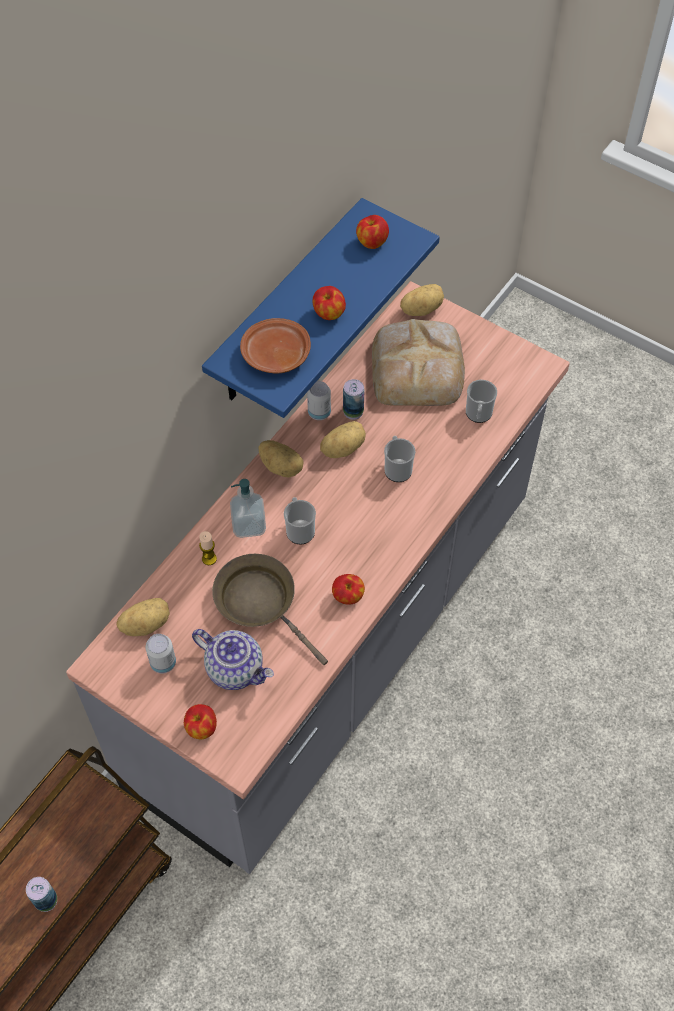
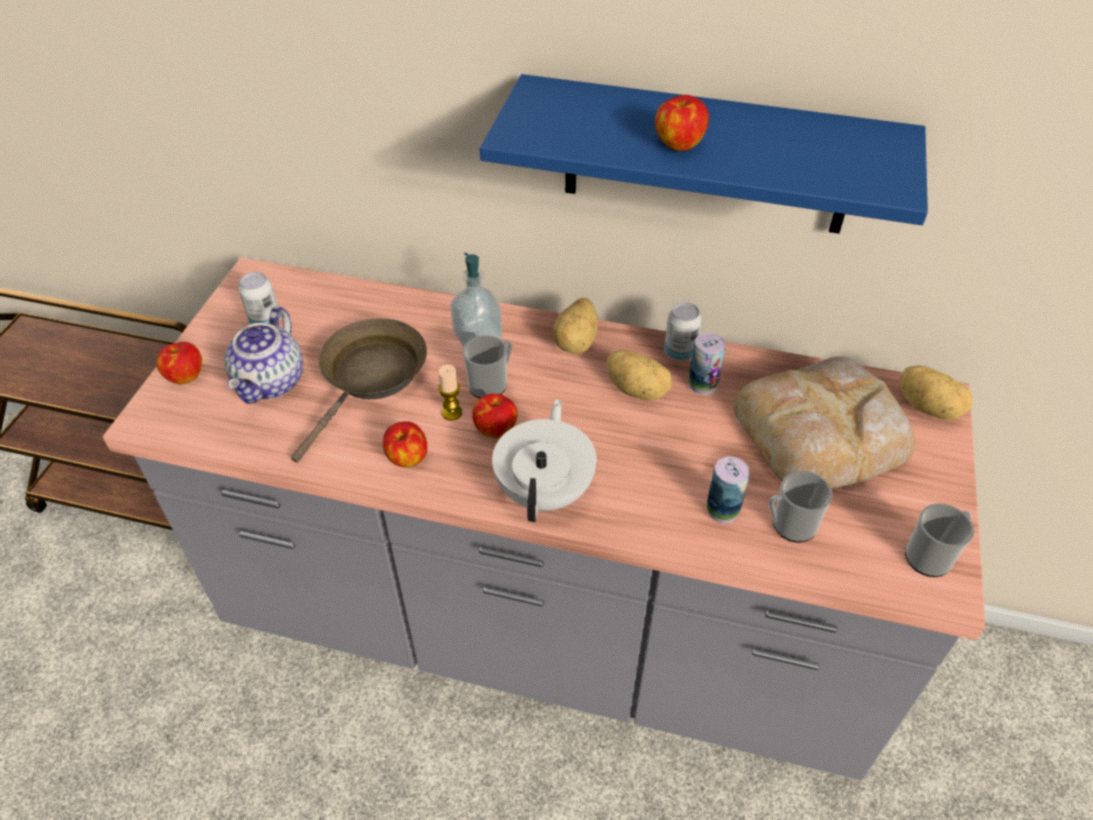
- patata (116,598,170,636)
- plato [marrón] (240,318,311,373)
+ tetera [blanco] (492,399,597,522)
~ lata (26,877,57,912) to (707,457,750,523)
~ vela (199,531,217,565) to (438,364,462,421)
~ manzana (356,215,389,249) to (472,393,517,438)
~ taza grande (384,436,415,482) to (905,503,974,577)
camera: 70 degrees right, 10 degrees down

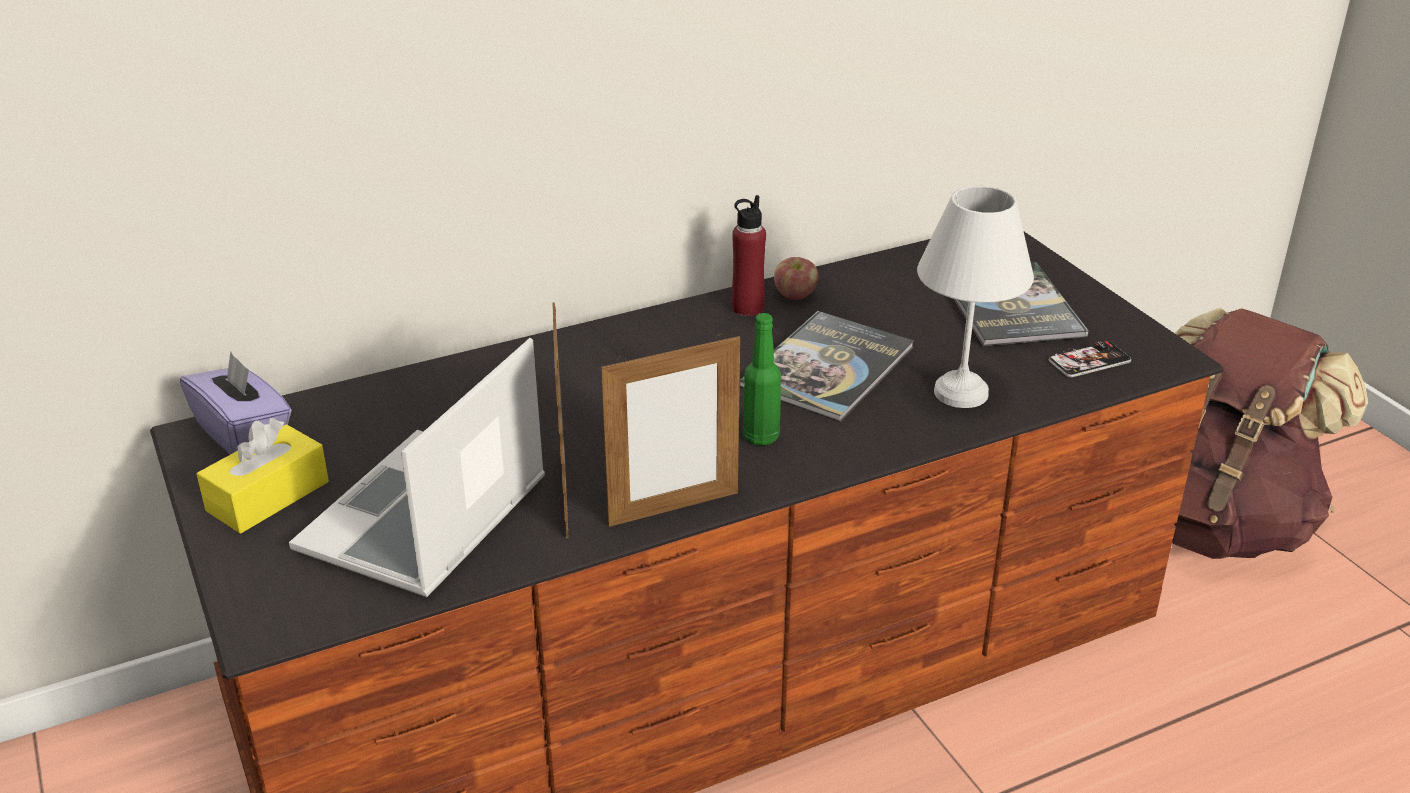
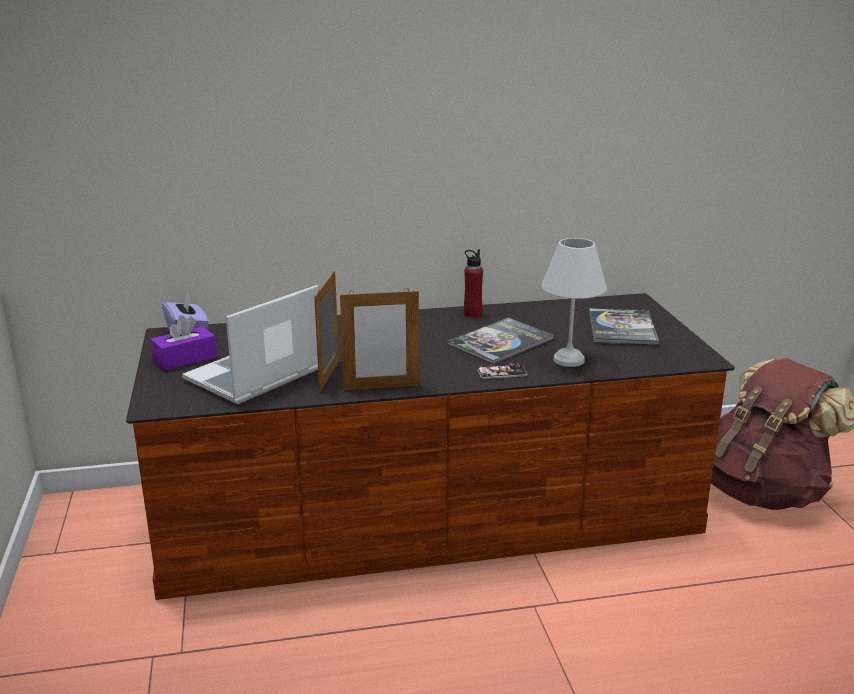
- botella [verde] (743,313,781,446)
- manzana (774,257,818,300)
~ móvil (1049,341,1131,378) to (477,363,527,379)
~ caja de pañuelos [amarillo] (197,418,329,533) to caja de pañuelos [morado] (150,315,217,371)
camera: 15 degrees right, 10 degrees down

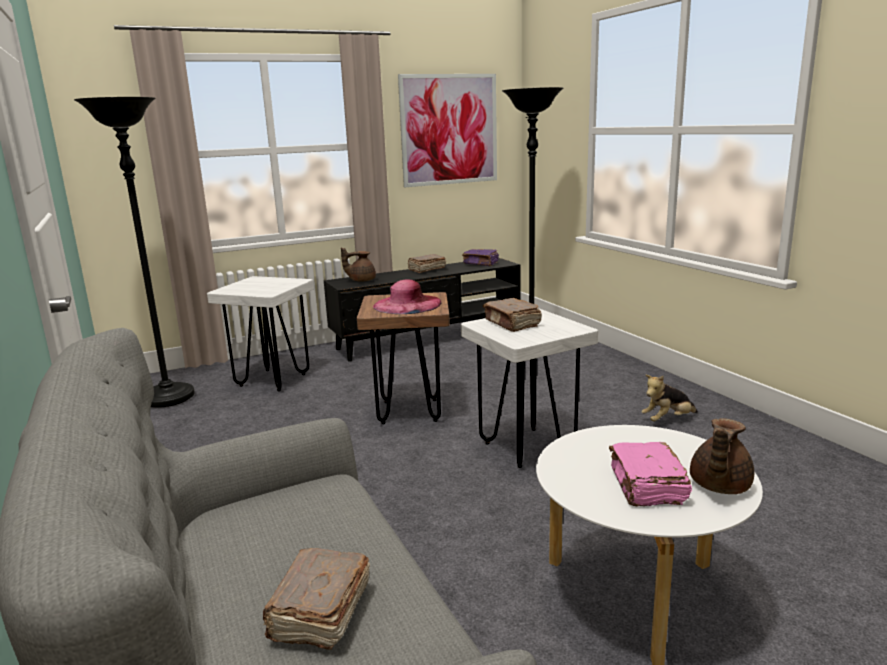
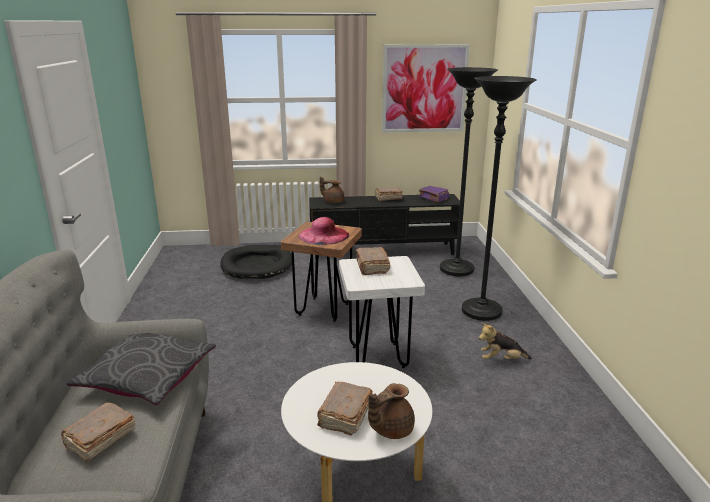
+ cojín [gris] (66,333,216,405)
~ lámpara de pie [negro] (74,97,195,408) to (462,76,537,321)
~ taburete [blanco] (207,276,314,391) to cama para perro [negro] (220,245,292,279)
~ libro [rosa] (609,442,692,507) to libro [marrón] (317,382,373,436)
camera: 20 degrees right, 5 degrees up

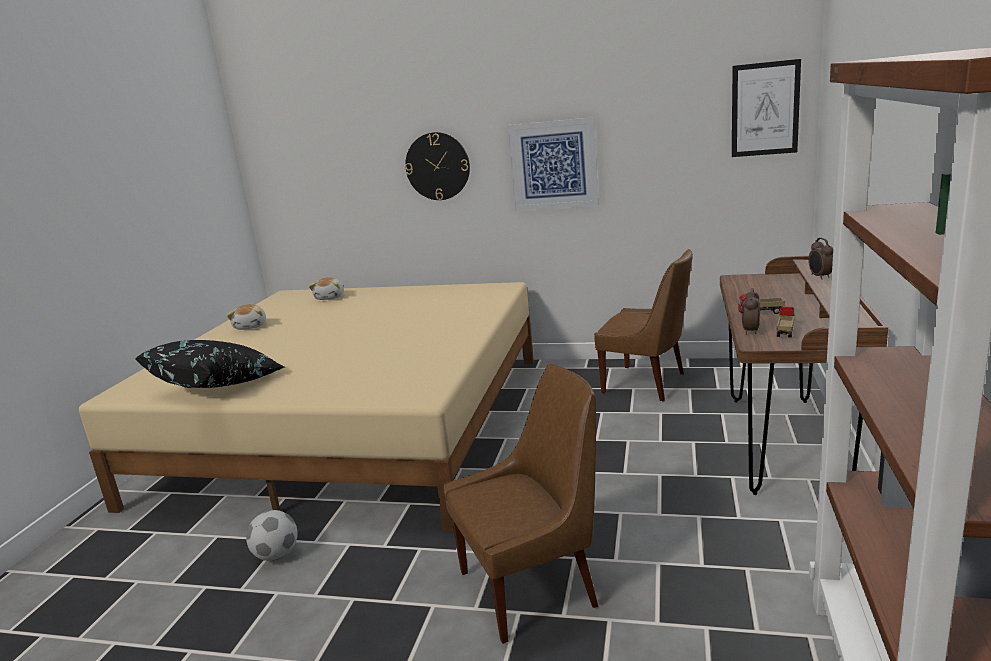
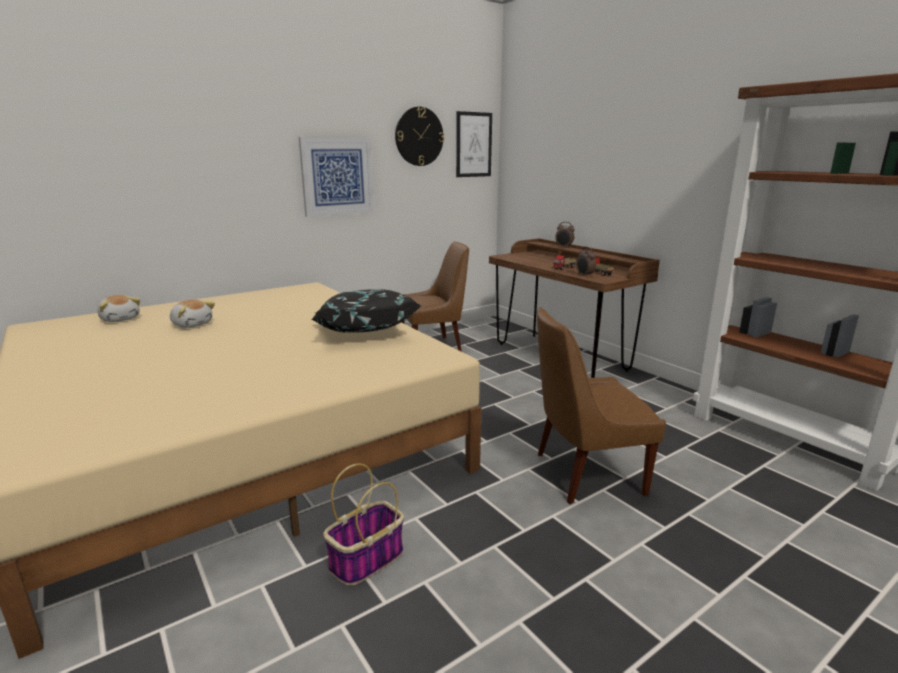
~ cojín [negro] (136,340,284,388) to (312,289,421,333)
~ peluche (227,304,266,330) to (170,299,215,328)
~ reloj de pared (405,132,470,200) to (395,107,444,166)
~ balón de fútbol (246,510,298,561) to cesta (323,463,404,586)
~ silla [marrón] (443,364,599,644) = (537,307,666,504) 120 degrees counterclockwise
camera: 50 degrees left, 0 degrees up

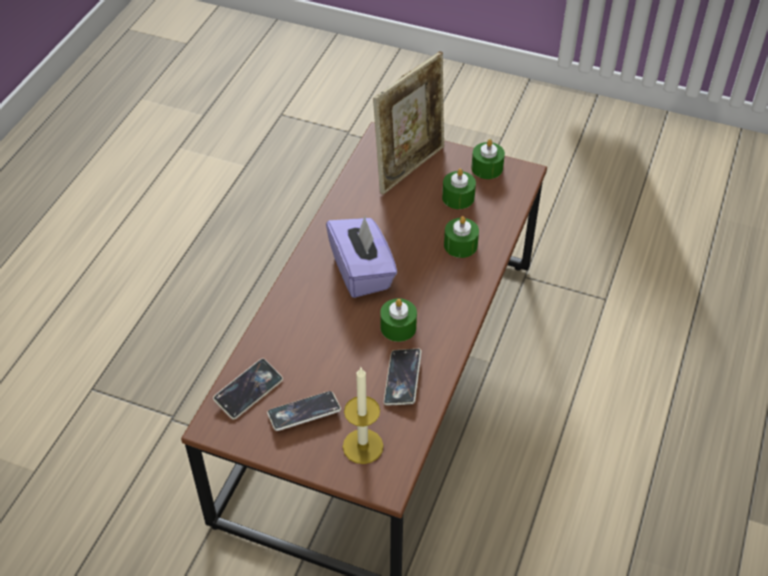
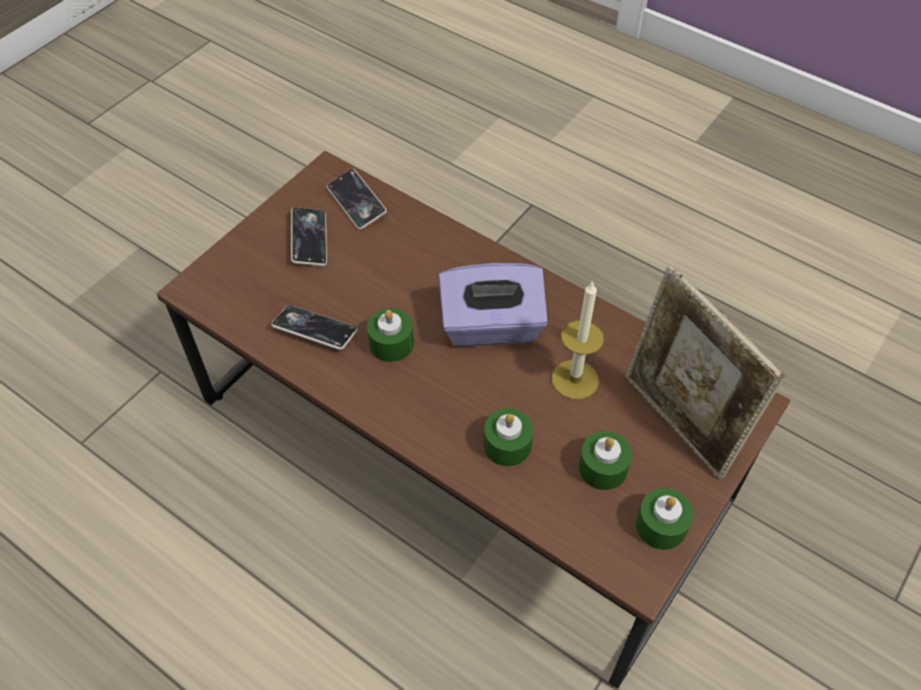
~ vela (343,368,384,464) to (552,281,604,400)
camera: 105 degrees right, 5 degrees up

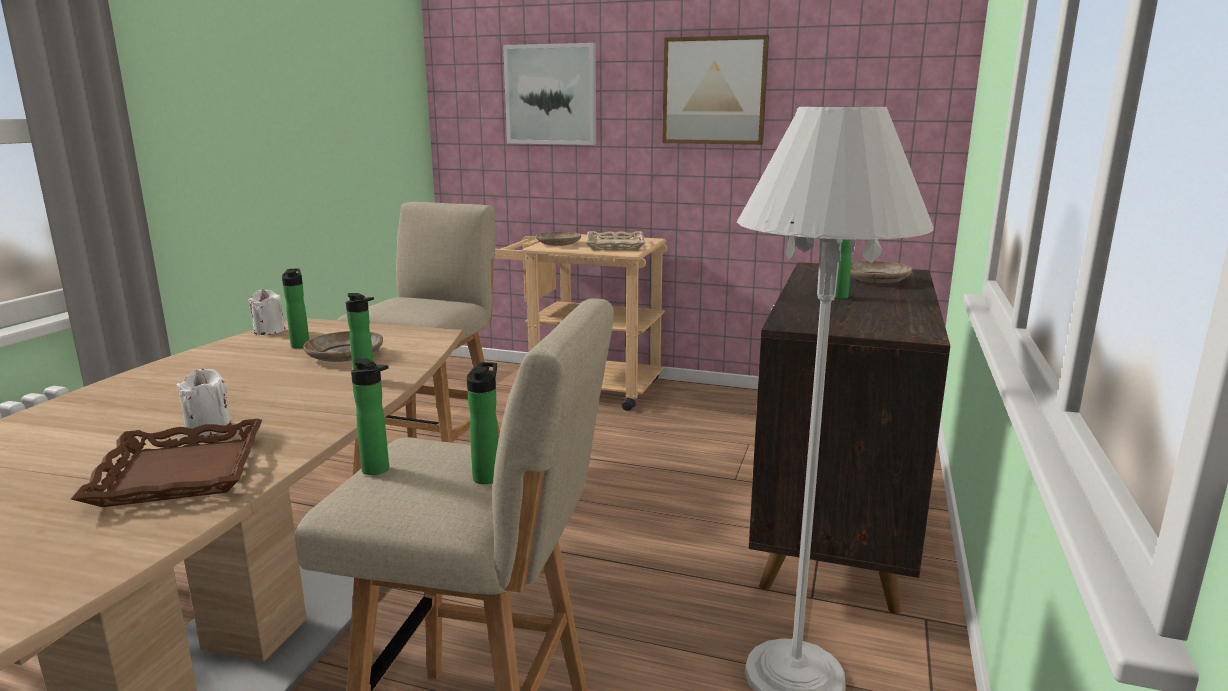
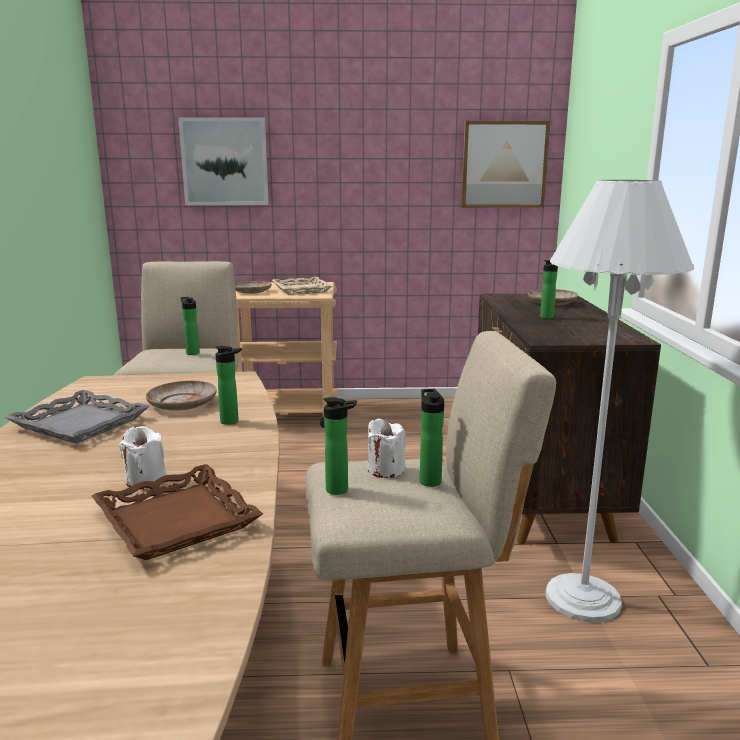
+ bandeja [gris] (5,390,150,444)
~ vela [blanco] (248,289,285,335) to (368,419,406,478)
~ botella (282,268,309,348) to (181,297,200,355)
~ cuadro (662,35,769,145) to (461,121,550,208)
camera: 20 degrees left, 0 degrees up

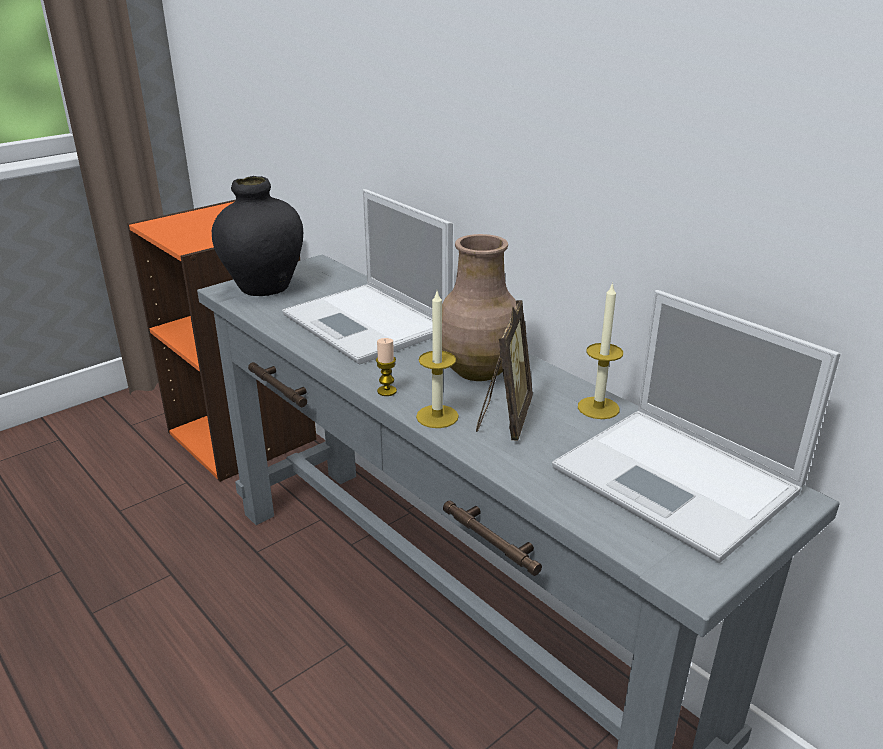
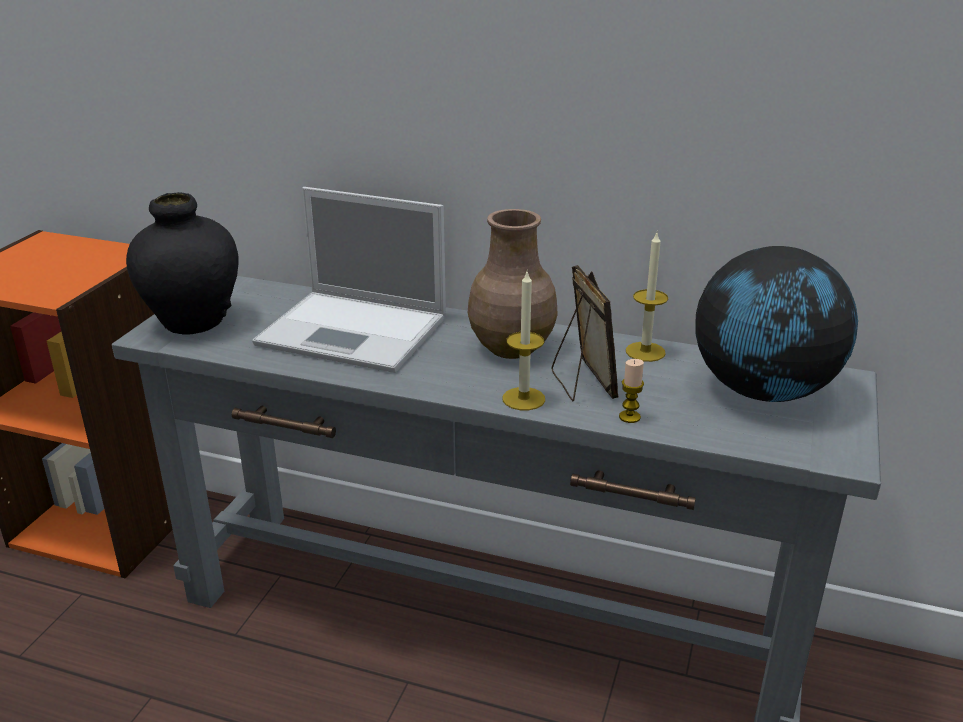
~ vela (376,338,397,396) to (619,359,644,423)
~ portátil (552,290,840,563) to globo terráqueo (695,246,858,402)
camera: 30 degrees left, 0 degrees up

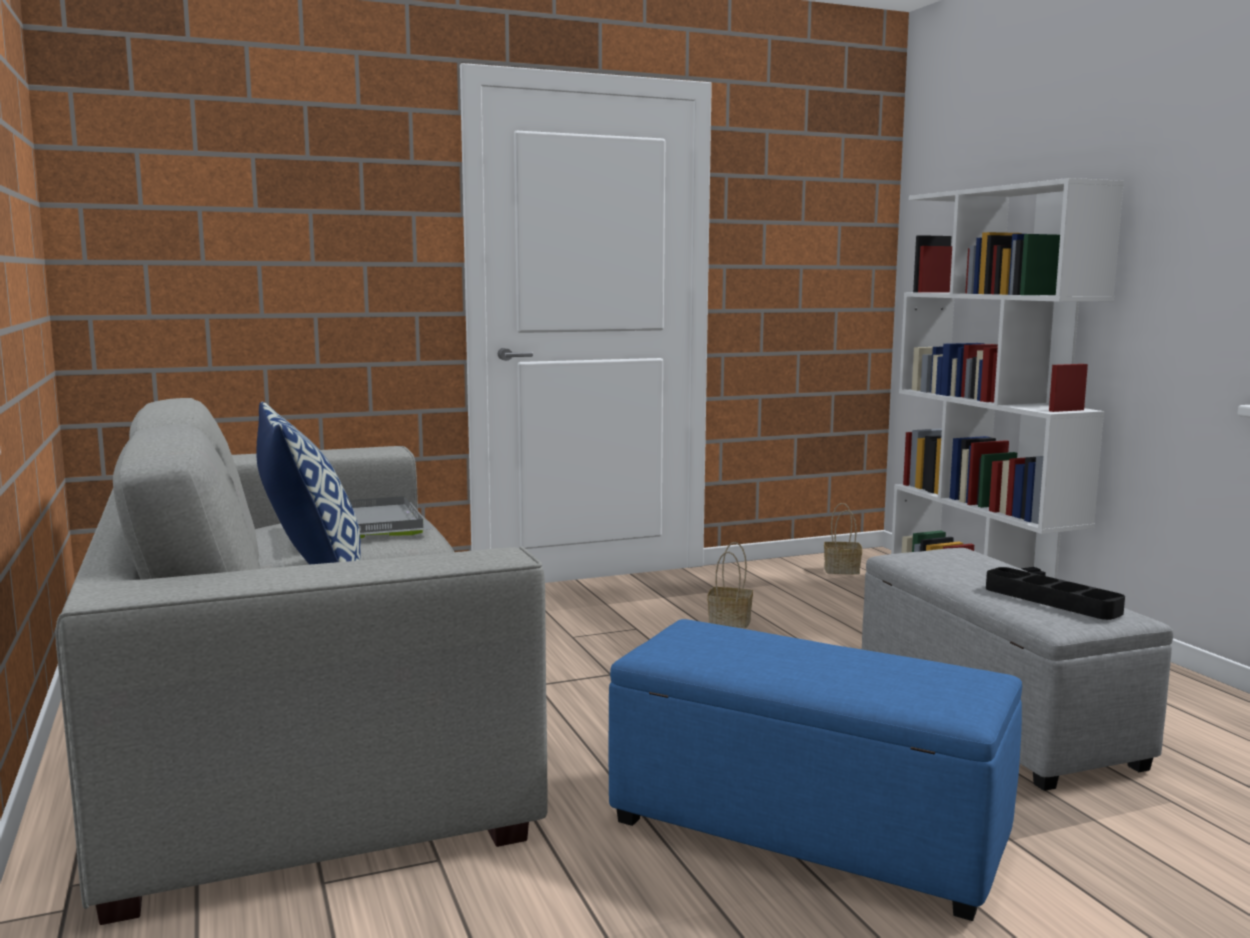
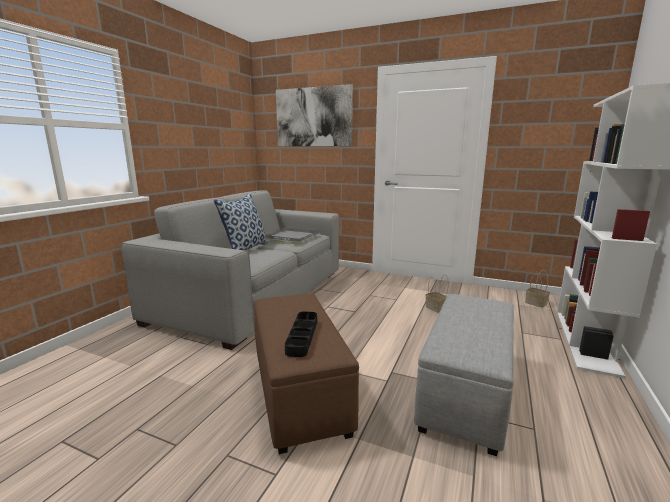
+ cuadro (276,84,353,146)
~ bandeja [negro] (986,567,1125,620) to (285,311,317,357)
~ puf [azul] (608,619,1022,921) to puf [marrón] (254,293,359,454)
camera: 45 degrees right, 5 degrees up

